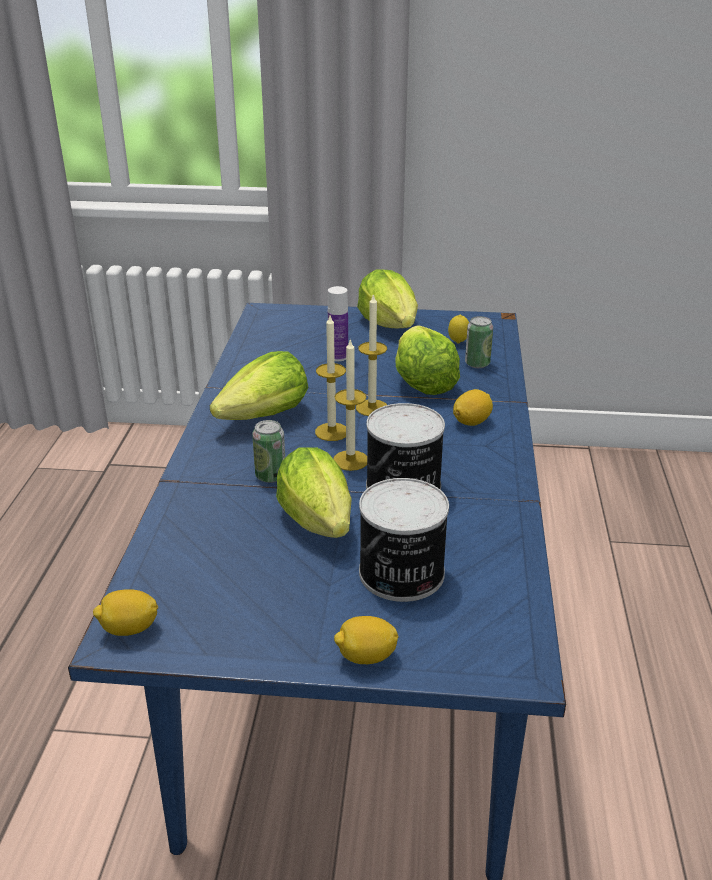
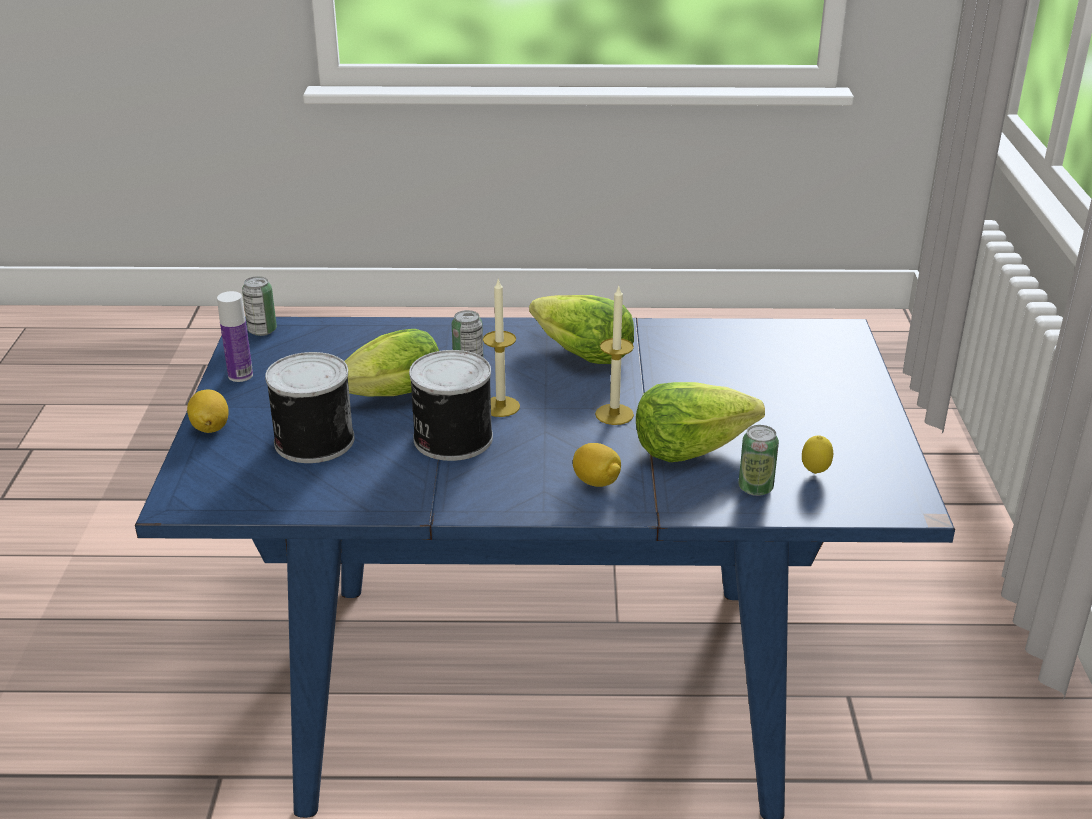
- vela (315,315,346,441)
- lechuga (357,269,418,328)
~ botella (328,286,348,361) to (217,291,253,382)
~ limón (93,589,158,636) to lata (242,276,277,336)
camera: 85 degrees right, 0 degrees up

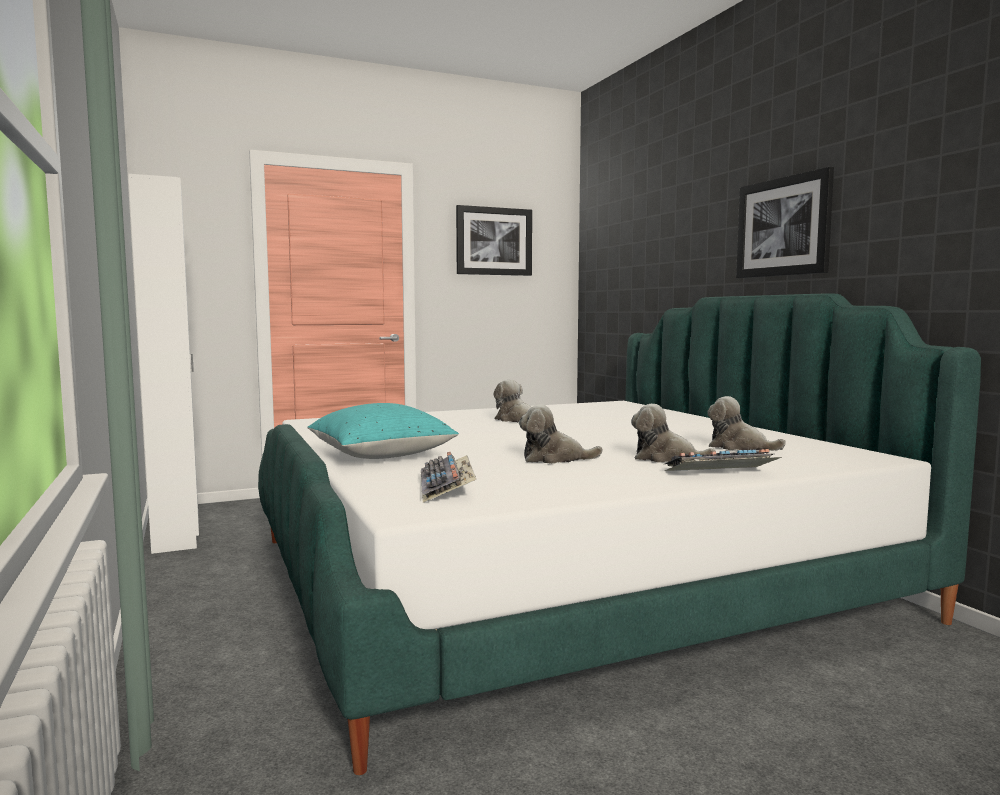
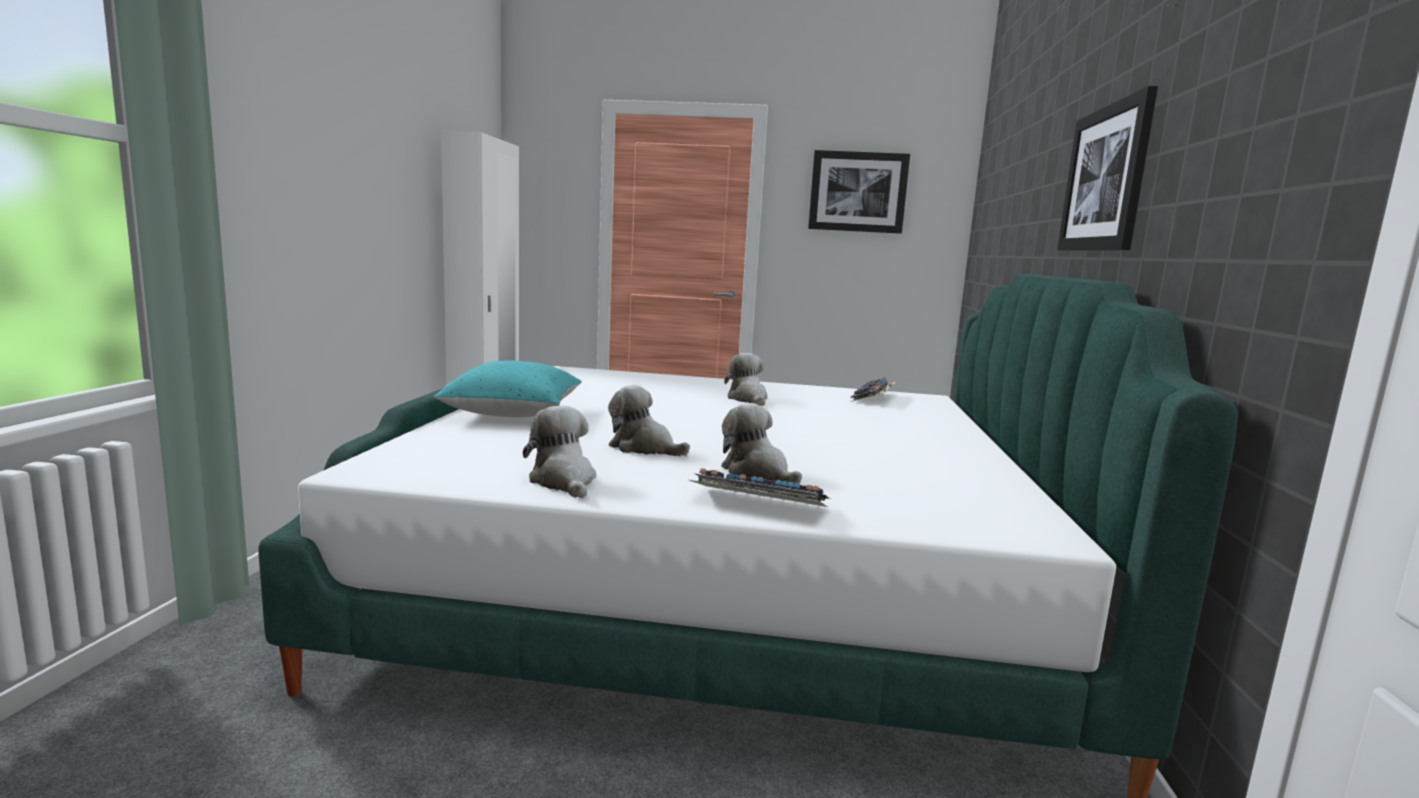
~ teclado (421,452,476,503) to (850,377,898,402)
~ peluche (707,396,786,451) to (523,406,596,498)
camera: 30 degrees right, 5 degrees up

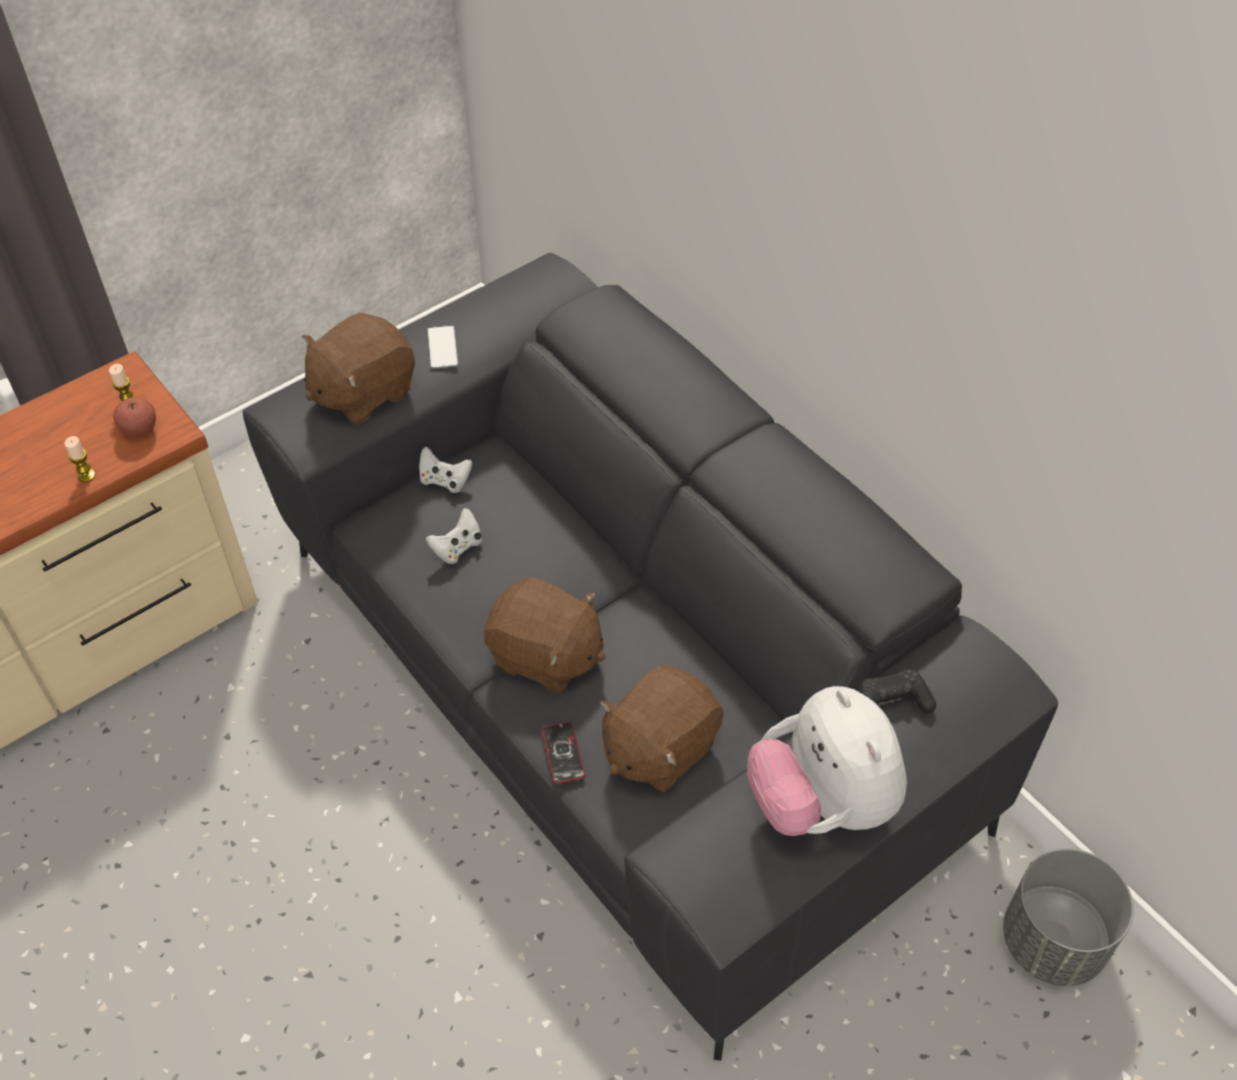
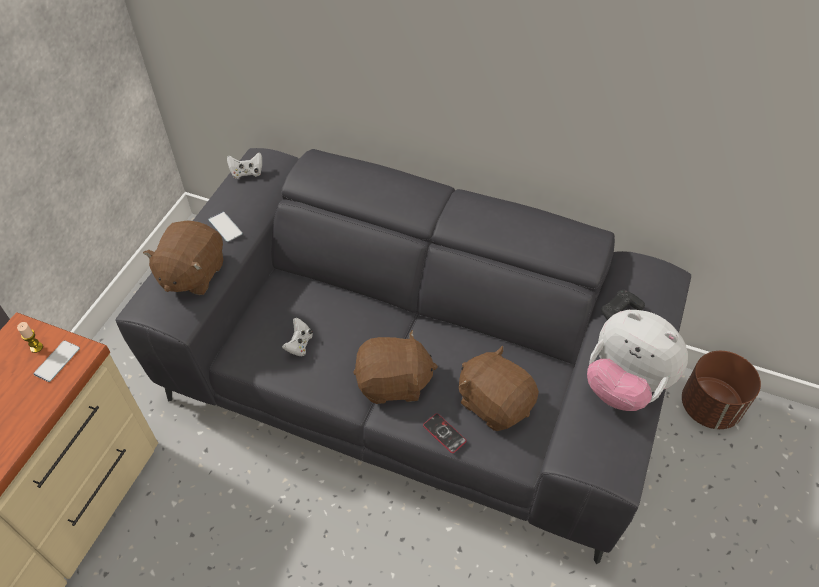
- vela (64,436,95,483)
~ mando de consola [blanco] (419,447,472,493) to (227,152,262,179)
~ manzana (113,397,156,438) to móvil (33,340,80,382)
~ maceta [gris] (1003,849,1134,986) to maceta [marrón] (682,351,761,429)
~ peluche [marrón] (600,665,724,793) = (459,346,539,431) 120 degrees clockwise
camera: 30 degrees left, 0 degrees up

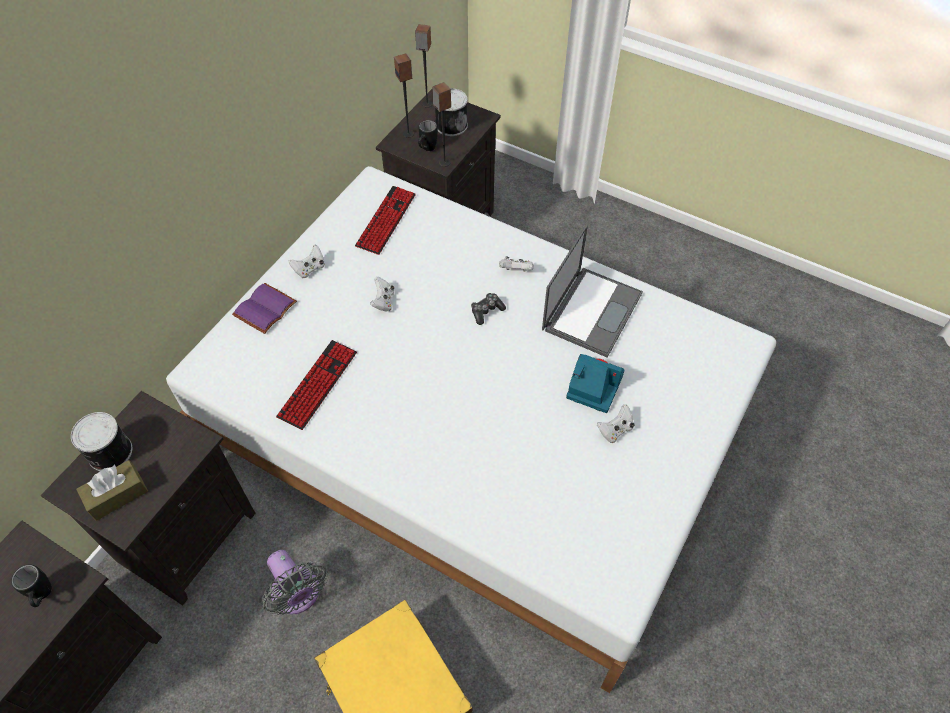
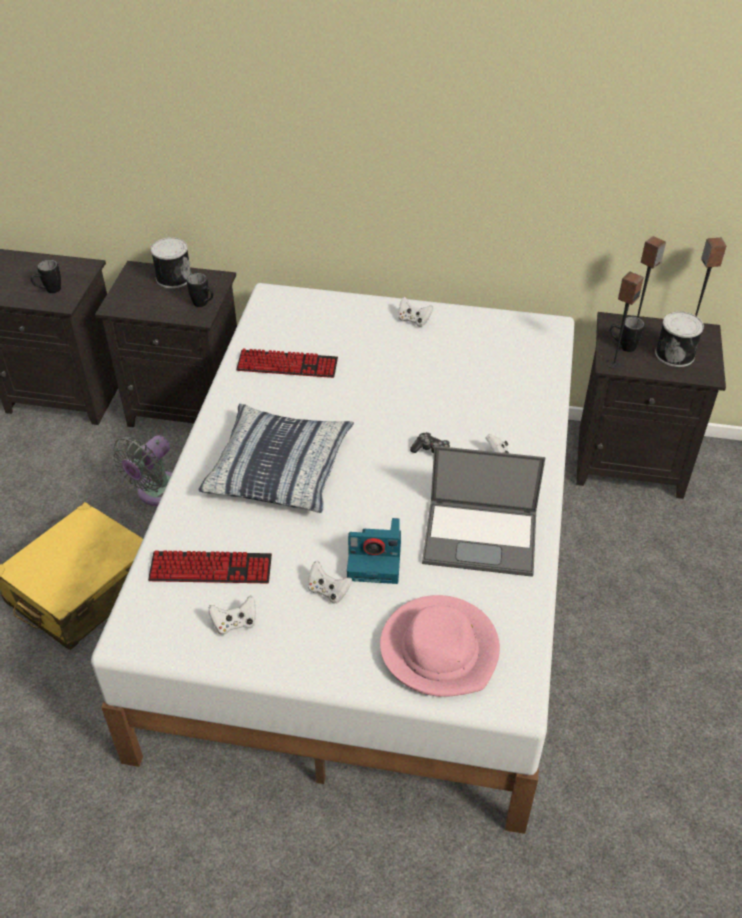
- caja de pañuelos [marrón] (76,460,148,521)
- libro [morado] (232,283,297,334)
+ taza grande [negro] (187,273,214,307)
+ cojín (198,404,354,513)
+ sombrero [rosa] (380,595,500,697)
~ teclado (355,186,416,255) to (148,550,272,584)
~ mando de consola [blanco] (370,277,394,312) to (209,596,256,635)
~ cámara (566,354,625,413) = (347,518,401,584) 90 degrees clockwise
camera: 70 degrees right, 10 degrees down

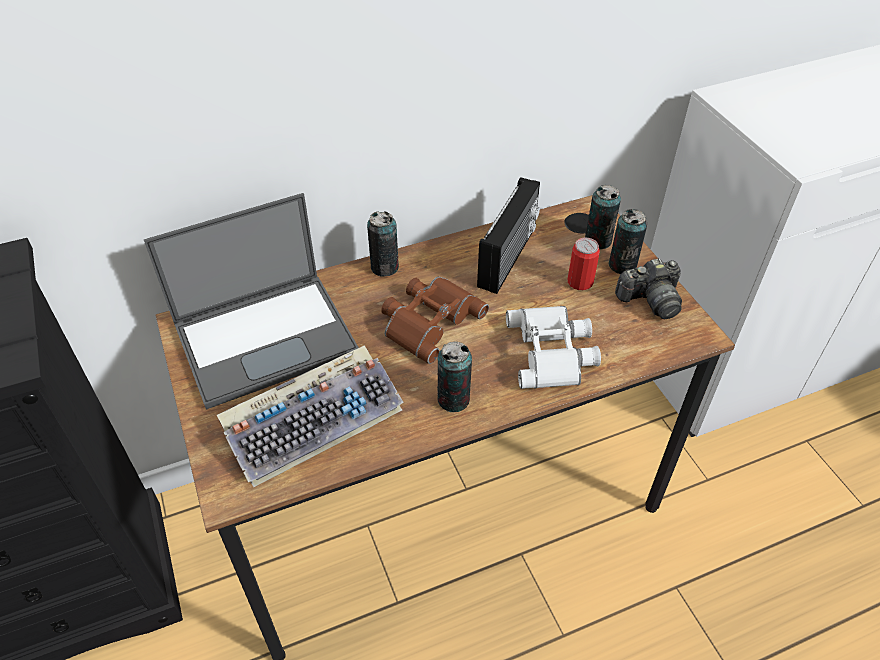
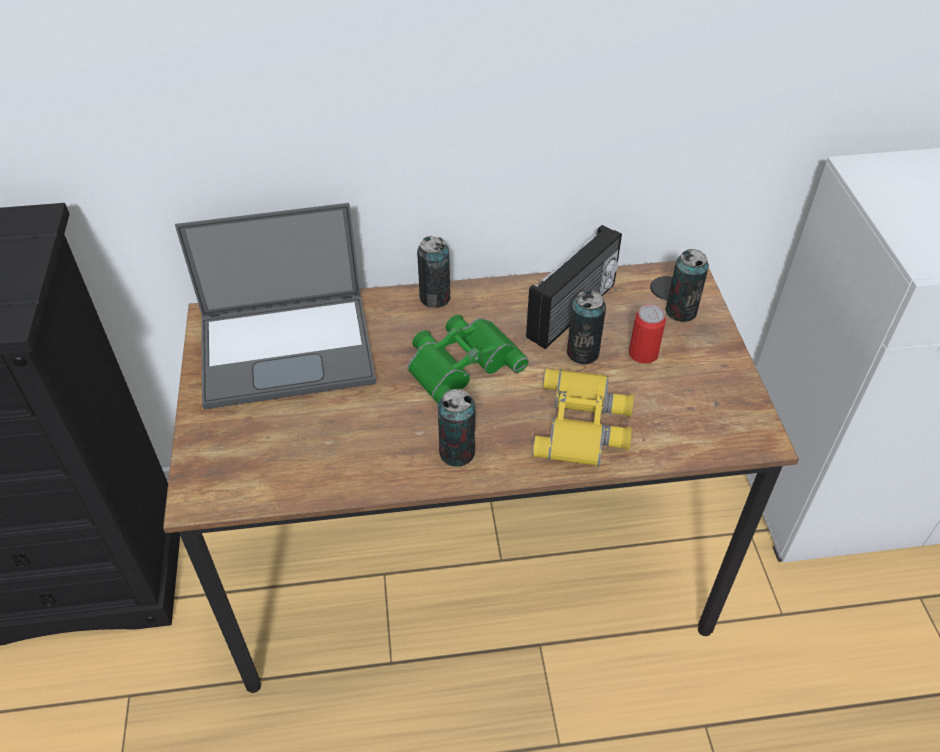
- teclado (217,345,404,487)
- cámara (615,258,682,319)
~ lata (609,209,647,274) to (567,290,606,364)
~ prismáticos [marrón] (381,277,489,364) to prismáticos [verde] (407,315,529,403)
~ prismáticos [blanco] (506,306,601,389) to prismáticos [amarillo] (532,369,634,466)
camera: 15 degrees right, 0 degrees up

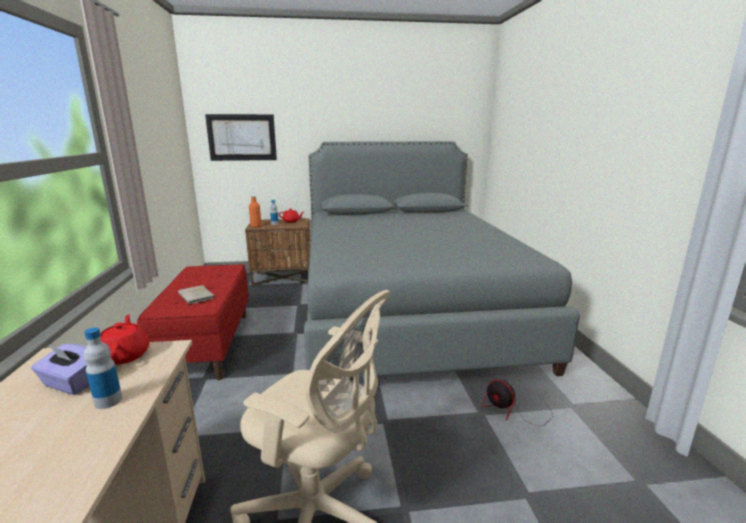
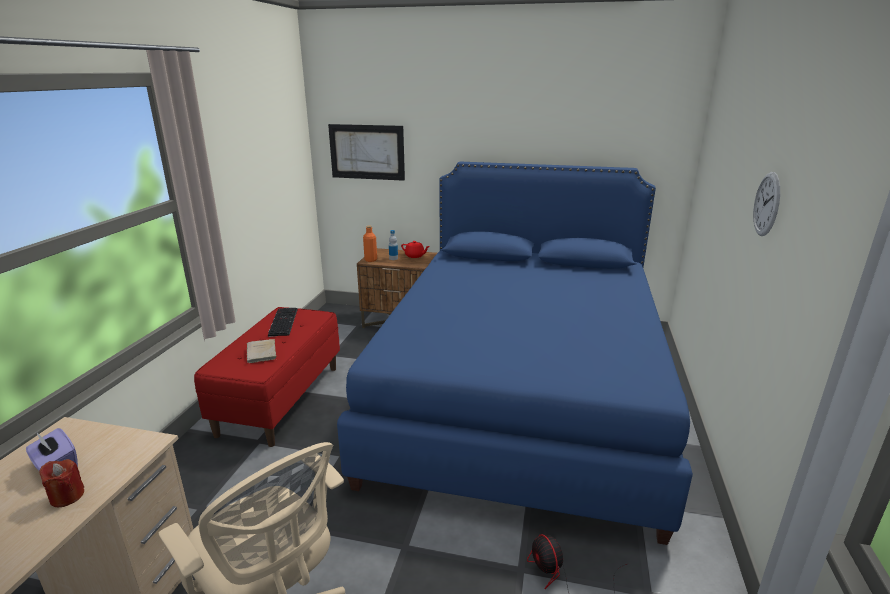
- tetera [rojo] (100,314,149,365)
+ teclado (268,308,298,337)
+ reloj de pared (753,172,780,236)
~ botella (84,327,122,409) to vela [rojo] (39,459,84,507)
~ cama [gris] (304,141,580,376) to cama [azul] (337,162,693,545)
camera: 20 degrees right, 5 degrees up

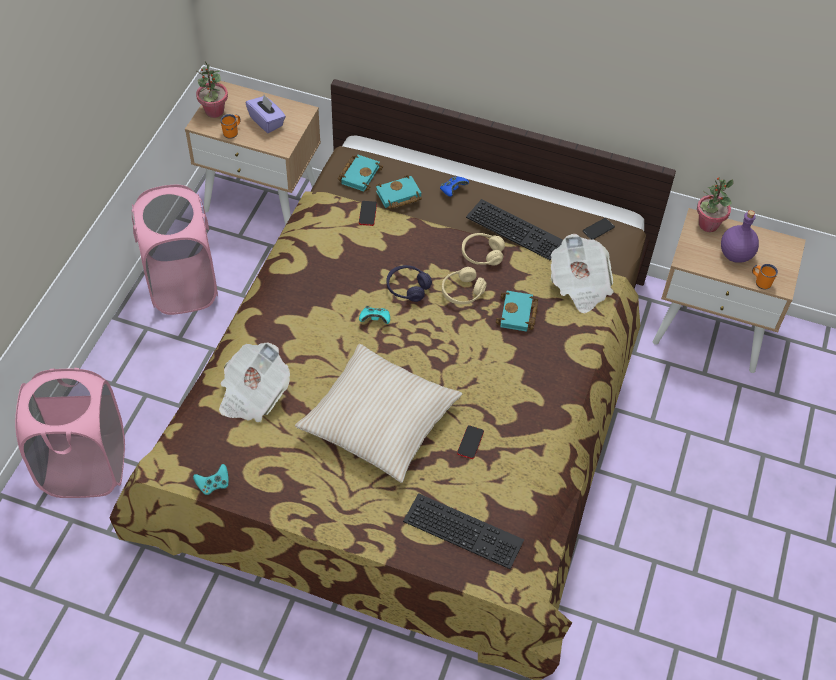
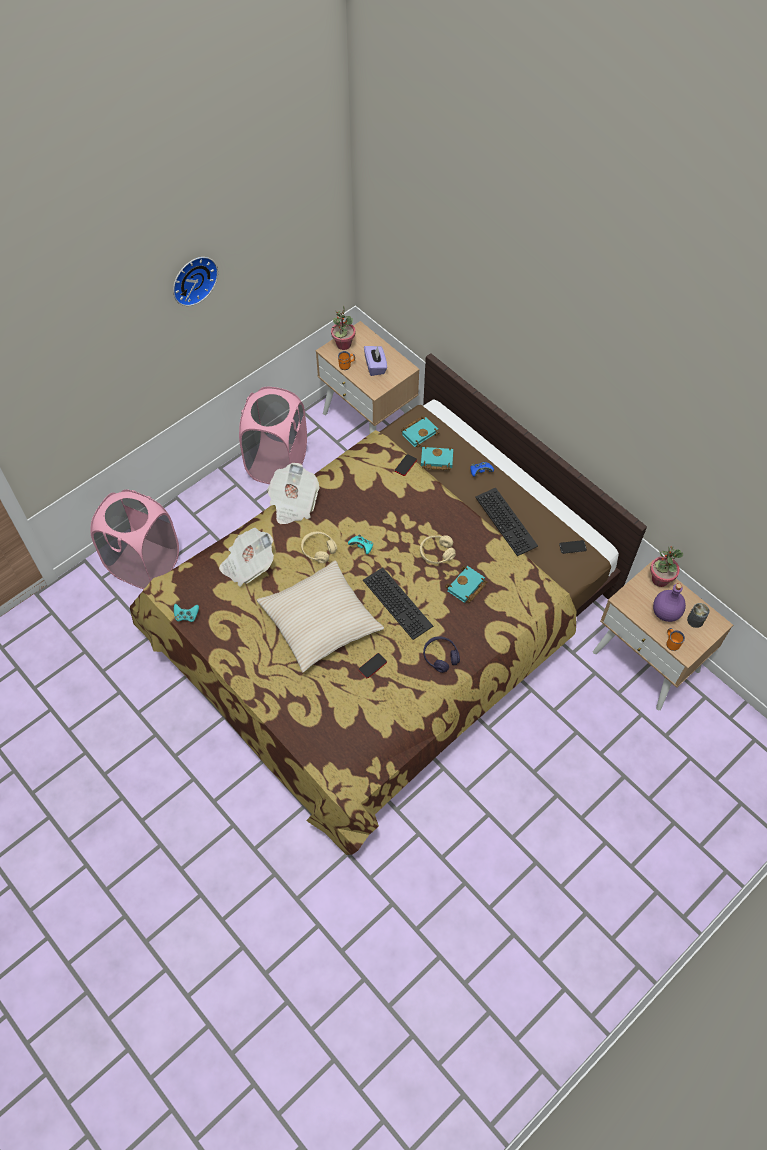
+ reloj de pared (173,257,218,306)
+ lata (687,603,710,628)
~ auriculares [morado] (387,265,432,302) to (423,636,460,673)
~ teclado (403,493,524,569) to (363,567,433,640)
~ auriculares [beis] (462,233,505,265) to (301,532,337,563)
~ periódico (551,234,614,313) to (267,463,320,524)
camera: 30 degrees right, 5 degrees up

